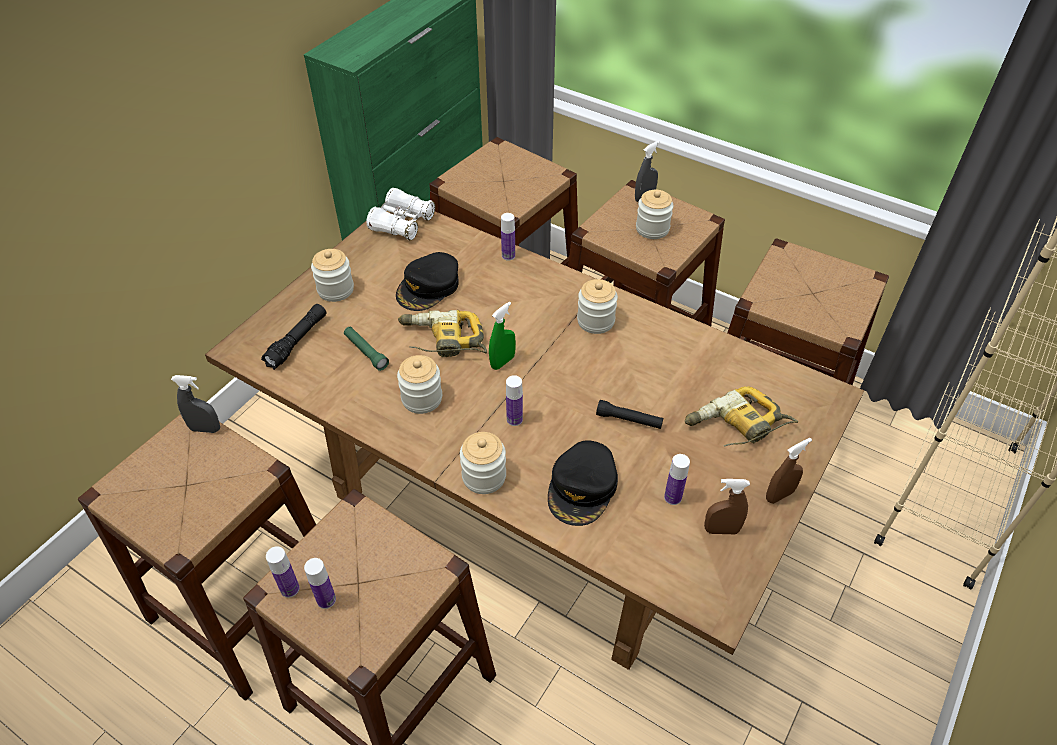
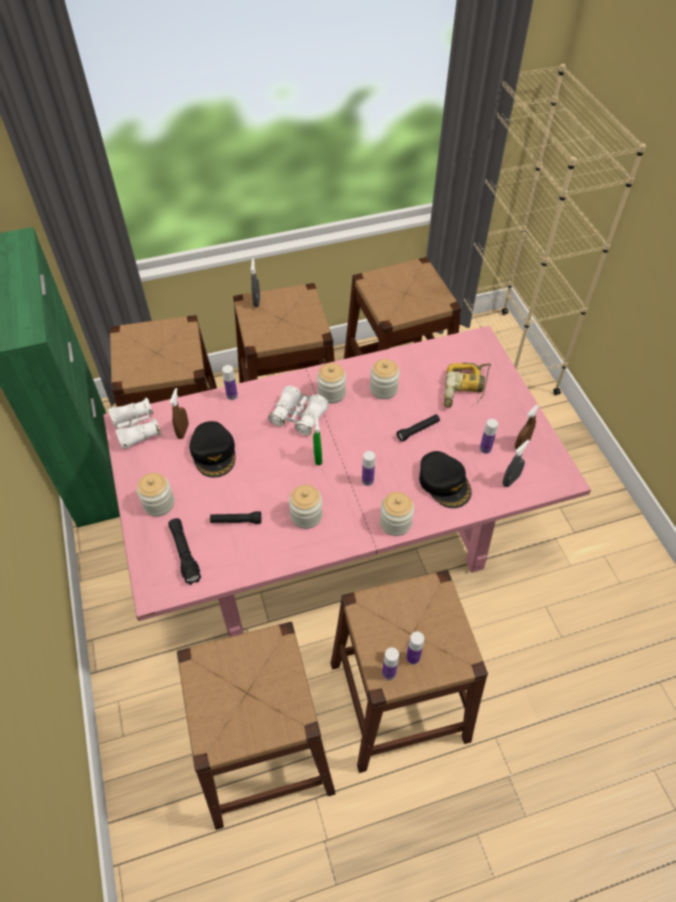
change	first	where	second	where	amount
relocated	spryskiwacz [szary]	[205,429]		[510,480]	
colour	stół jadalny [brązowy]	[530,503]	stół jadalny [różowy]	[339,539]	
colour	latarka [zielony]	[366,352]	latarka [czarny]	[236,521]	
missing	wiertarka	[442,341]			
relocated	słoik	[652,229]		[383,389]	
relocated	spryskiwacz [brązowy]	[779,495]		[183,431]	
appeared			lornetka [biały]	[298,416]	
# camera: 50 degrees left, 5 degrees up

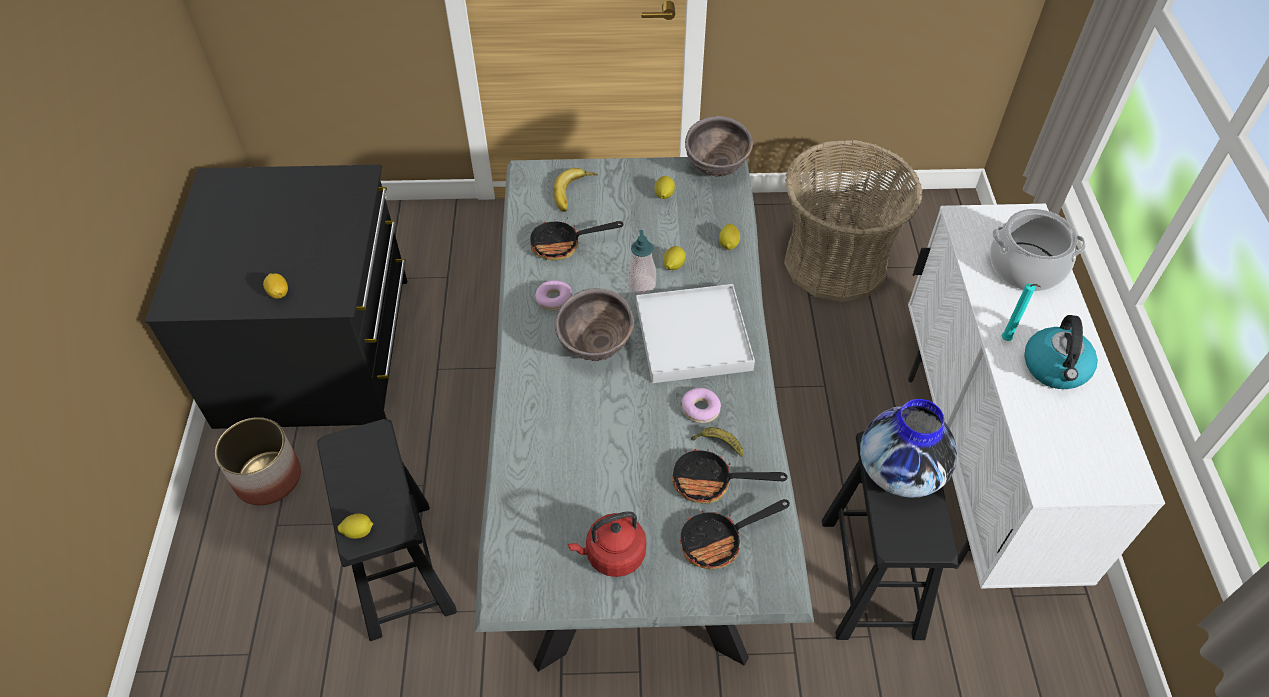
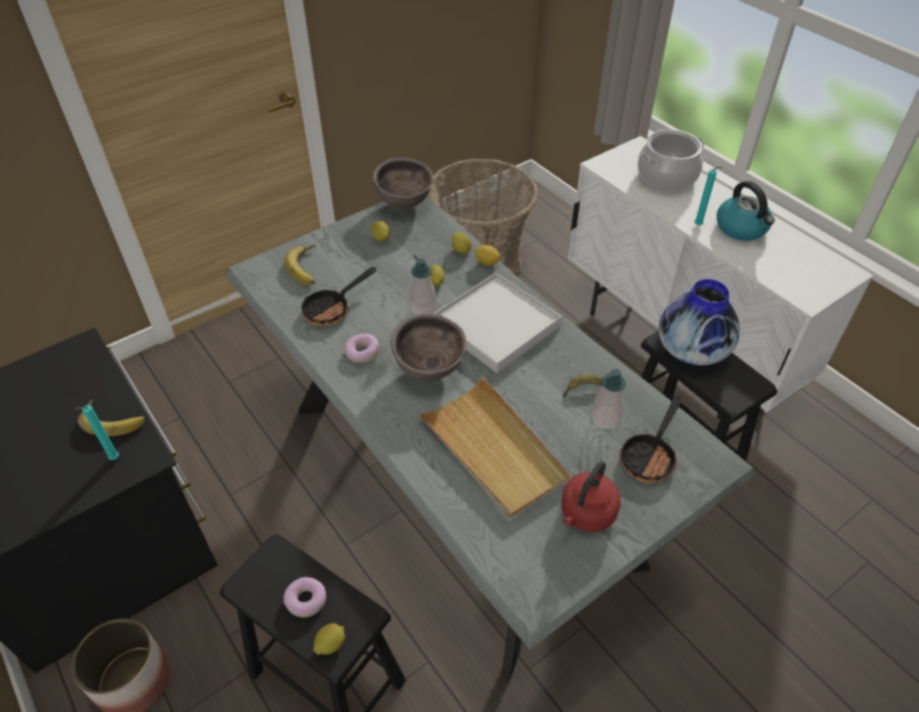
change	first	where	second	where	amount
relocated	cytryna	[278,293]		[487,262]	
exchanged	patelnia	[711,482]	dozownik mydła	[605,418]	
relocated	donut	[700,409]		[306,600]	
appeared			świeca [turkusowy]	[113,459]	
appeared			banan	[114,419]	
appeared			taca [beżowy]	[493,450]	
# camera: 35 degrees left, 5 degrees down

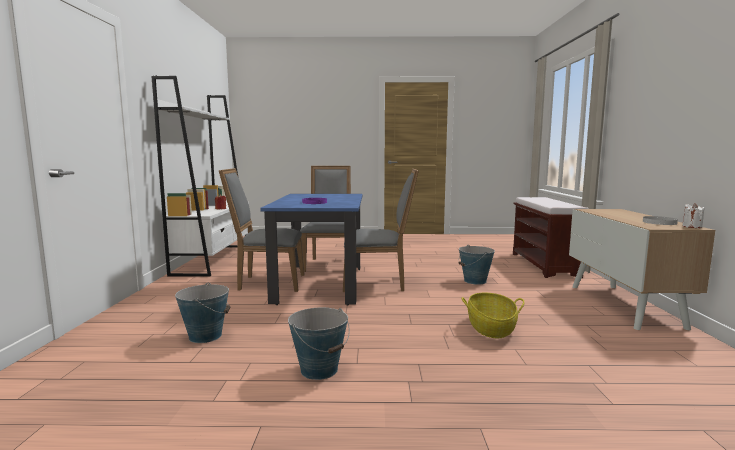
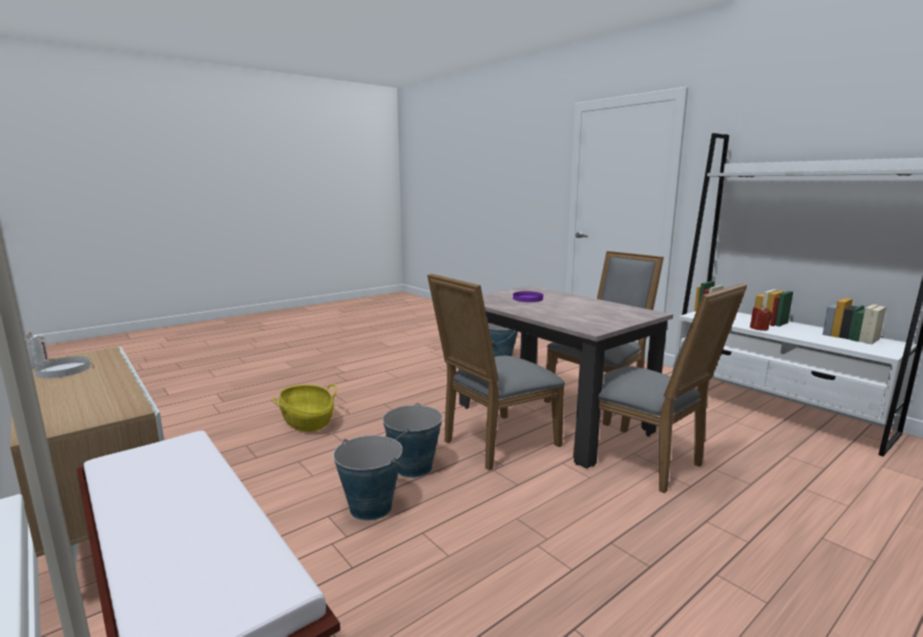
change	first	where	second	where	amount
colour	stół jadalny [niebieski]	[320,284]	stół jadalny [beżowy]	[551,418]	
relocated	wiadro	[319,370]		[413,467]	
# camera: 140 degrees right, 5 degrees up

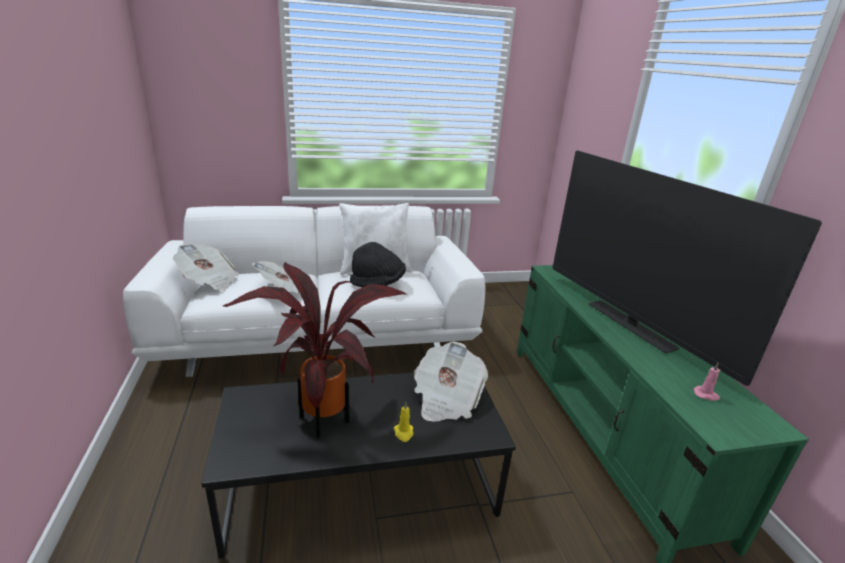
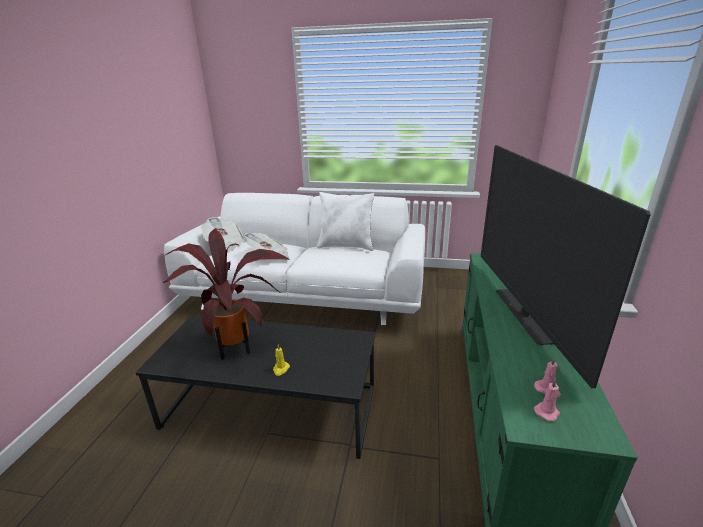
change	first	where	second	where	amount
missing	kapelusz [czarny]	[378,283]			
missing	gazeta	[446,398]			
appeared			świeca [różowy]	[547,411]	
# camera: 25 degrees right, 0 degrees up

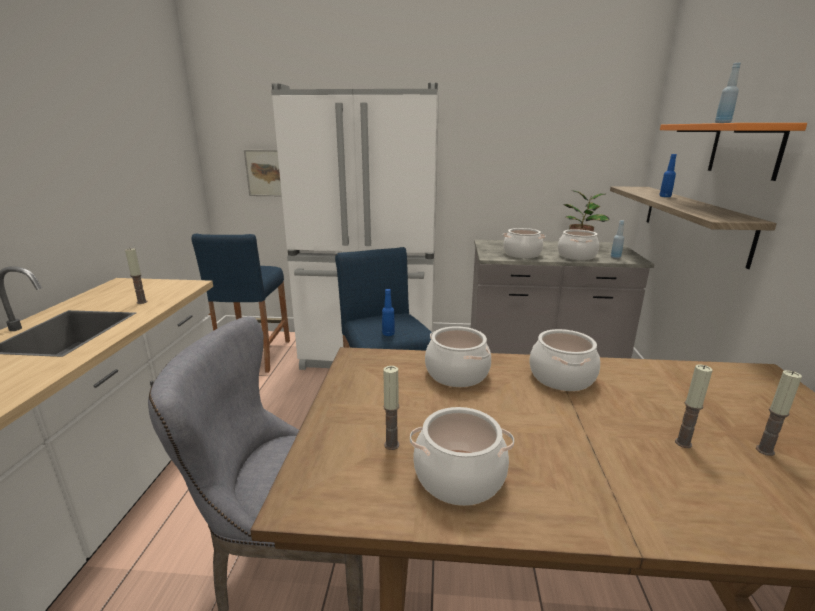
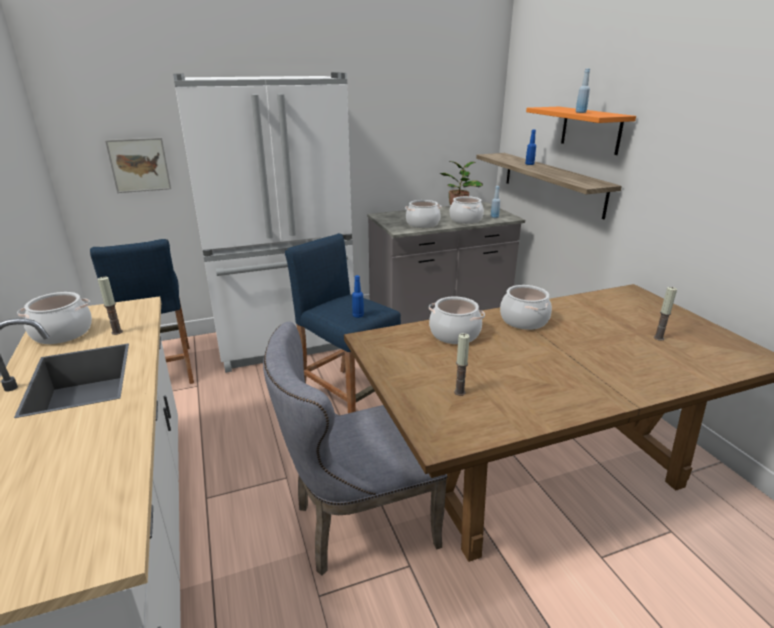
change	first	where	second	where	amount
relocated	garnek	[459,477]		[62,333]	
missing	świeca	[683,443]			
# camera: 25 degrees left, 5 degrees up

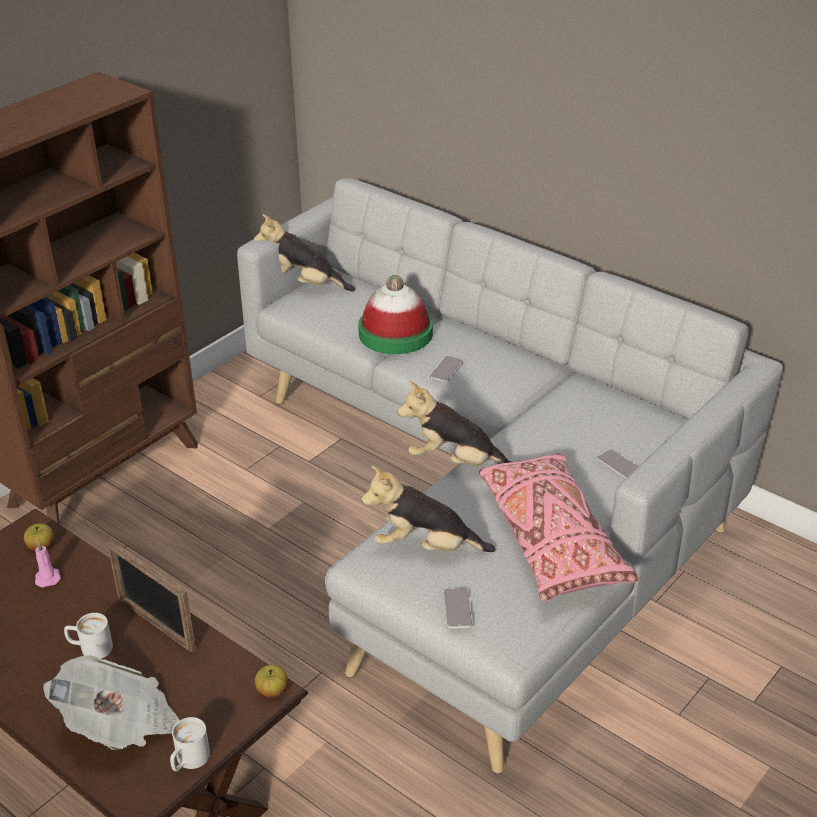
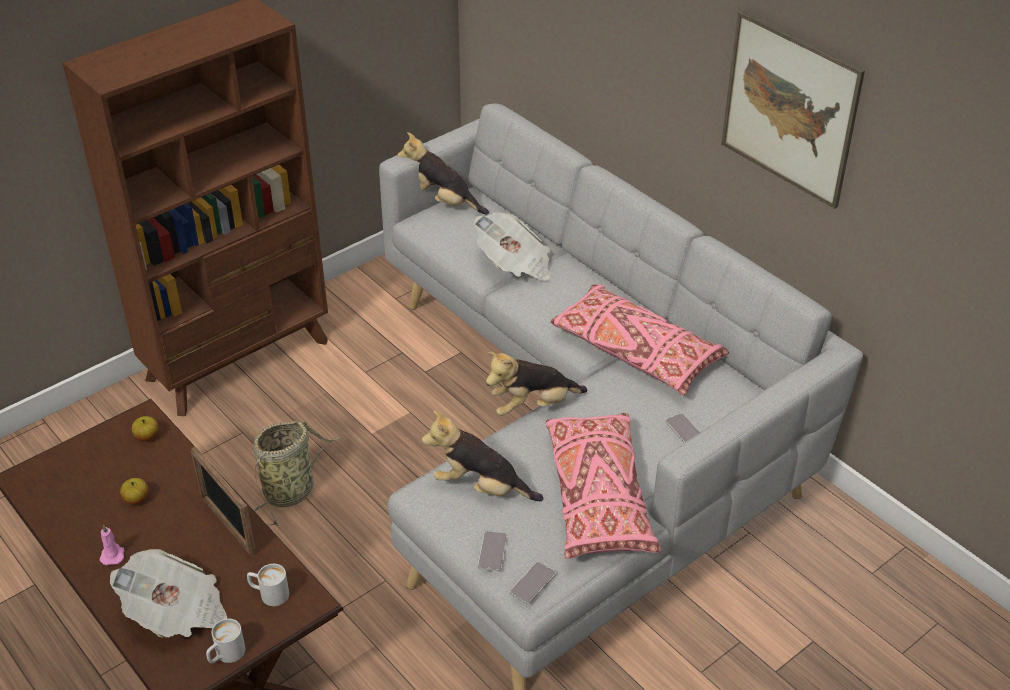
change	first	where	second	where	amount
relocated	świeca [różowy]	[47,577]		[113,555]	
relocated	kubek [biały]	[90,648]		[269,594]	
relocated	jabłko	[272,691]		[136,499]	
exchanged	kapelusz	[395,333]	gazeta	[514,264]	
spun	pluszak	[455,462]		[532,406]	45 degrees counterclockwise
relocated	telefon	[446,370]		[533,583]	
appeared			koszyk	[292,490]	
appeared			poduszka [różowy]	[636,352]	
appeared			obraz	[789,109]	
# camera: 10 degrees right, 5 degrees up

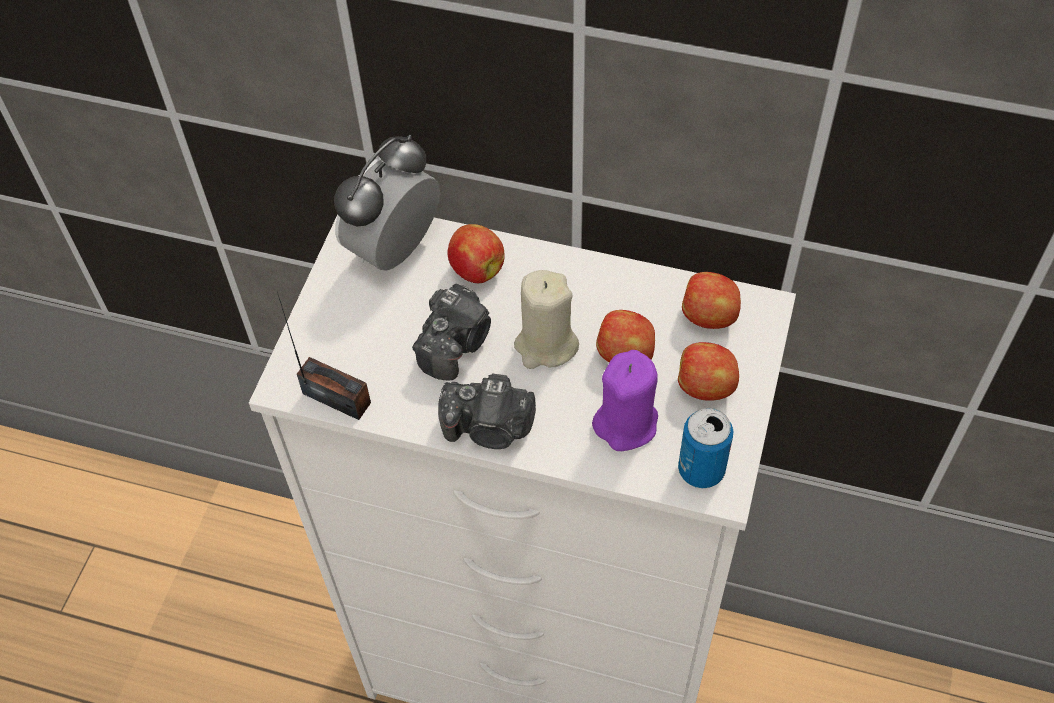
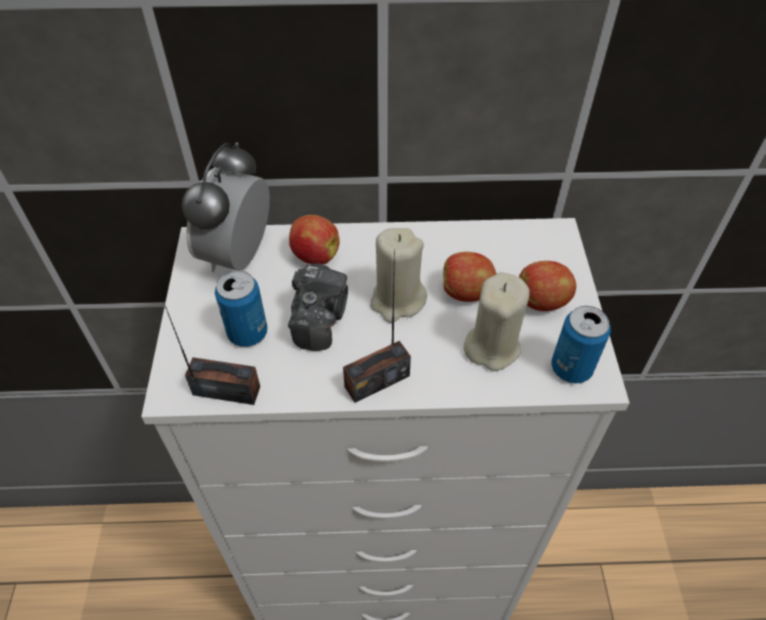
change	first	where	second	where	amount
exchanged	aparat fotograficzny	[489,428]	radio	[376,381]	
colour	świeca [fioletowy]	[626,423]	świeca [beżowy]	[492,346]	
missing	jabłko	[709,317]			
appeared			puszka	[247,333]	
# camera: 20 degrees left, 5 degrees down

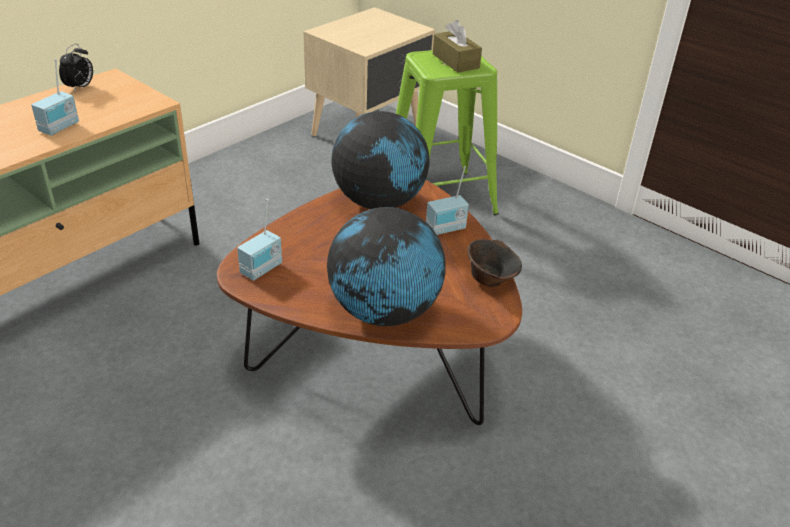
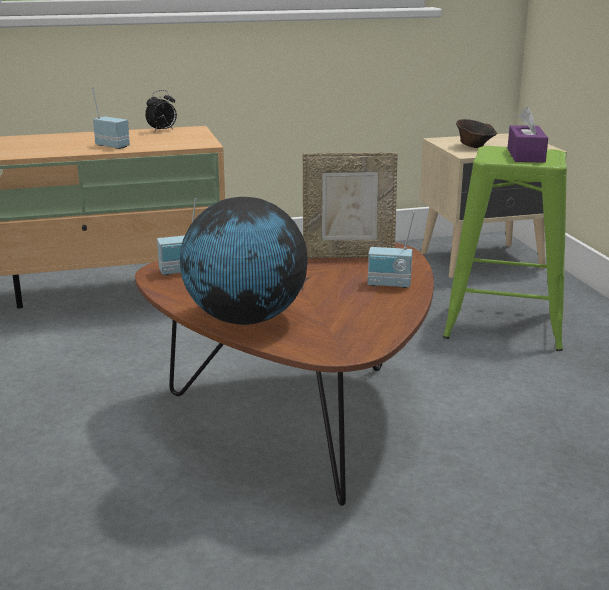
change	first	where	second	where	amount
spun	radio	[60,128]		[113,146]	120 degrees counterclockwise
exchanged	globus	[379,202]	ramka na zdjęcie	[348,255]	
colour	pudełko chusteczek [brązowy]	[455,61]	pudełko chusteczek [fioletowy]	[525,155]	
relocated	miska [brązowy]	[490,279]		[474,146]	
# camera: 35 degrees right, 15 degrees down

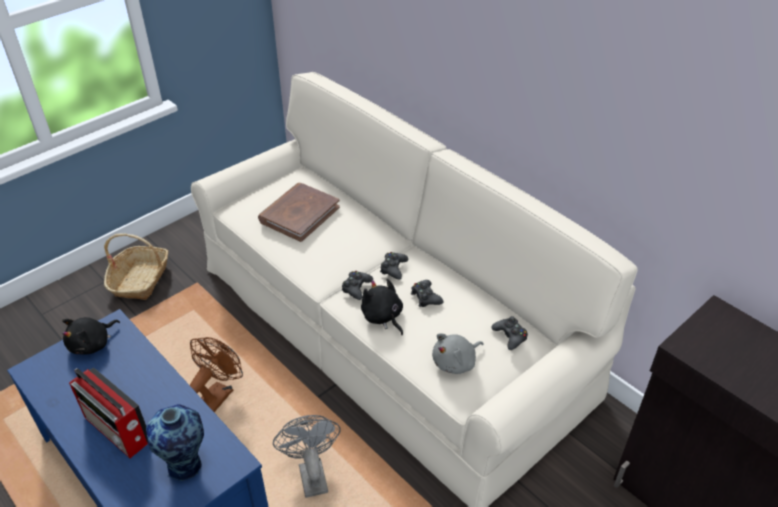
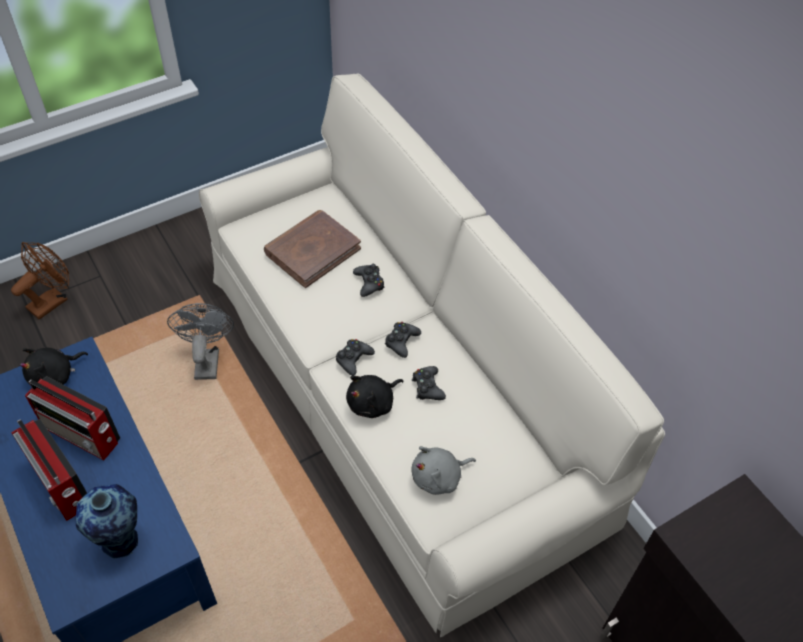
change	first	where	second	where	amount
missing	koszyk	[140,279]			
relocated	wentylator [brązowy]	[218,394]		[52,300]	
relocated	wentylator [szary]	[311,473]		[207,359]	
spun	pluszak [czarny]	[383,317]		[373,403]	105 degrees counterclockwise
relocated	pad do gier [czarny]	[510,336]		[369,283]	
appeared			radio	[83,435]	
# camera: 10 degrees right, 10 degrees up

